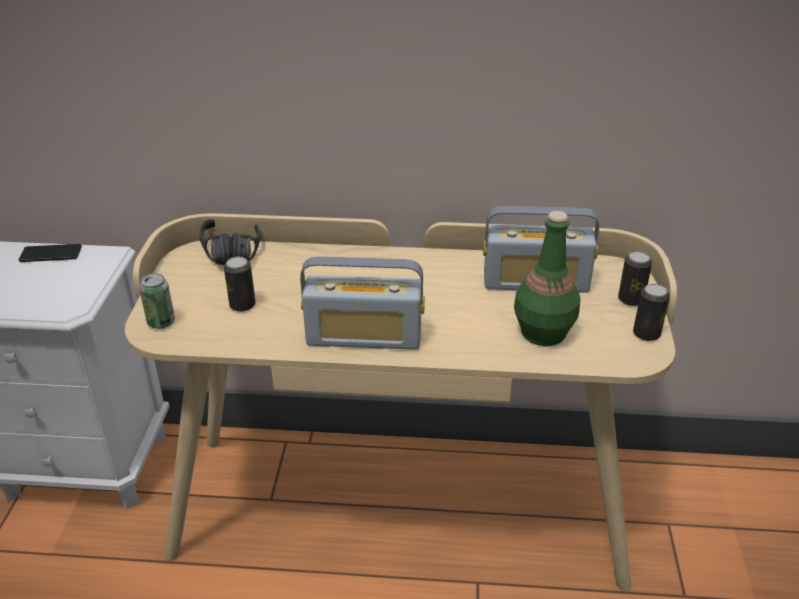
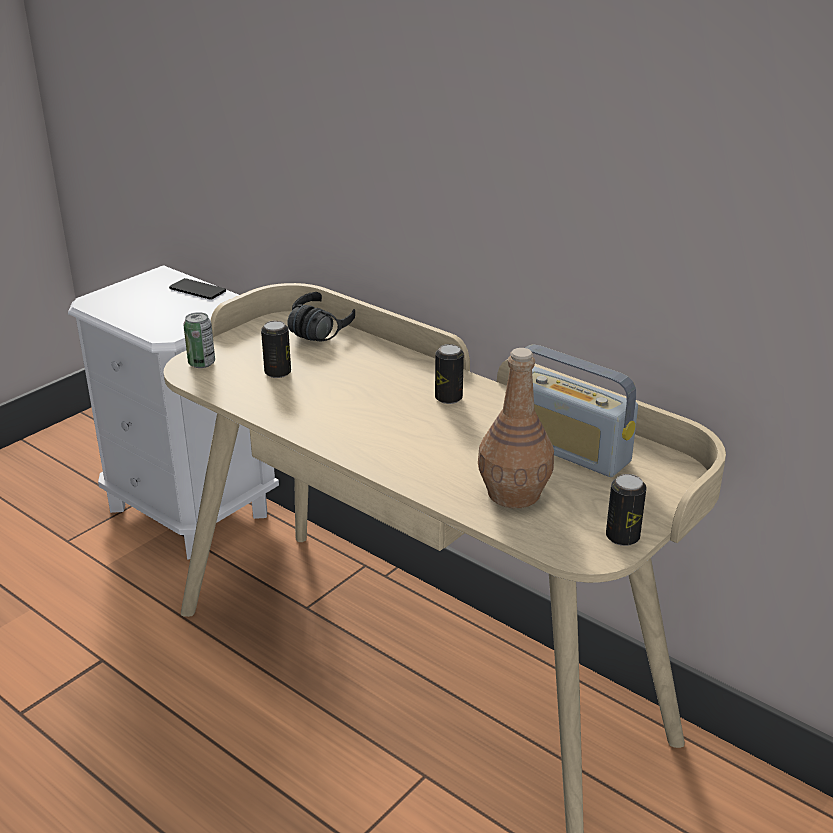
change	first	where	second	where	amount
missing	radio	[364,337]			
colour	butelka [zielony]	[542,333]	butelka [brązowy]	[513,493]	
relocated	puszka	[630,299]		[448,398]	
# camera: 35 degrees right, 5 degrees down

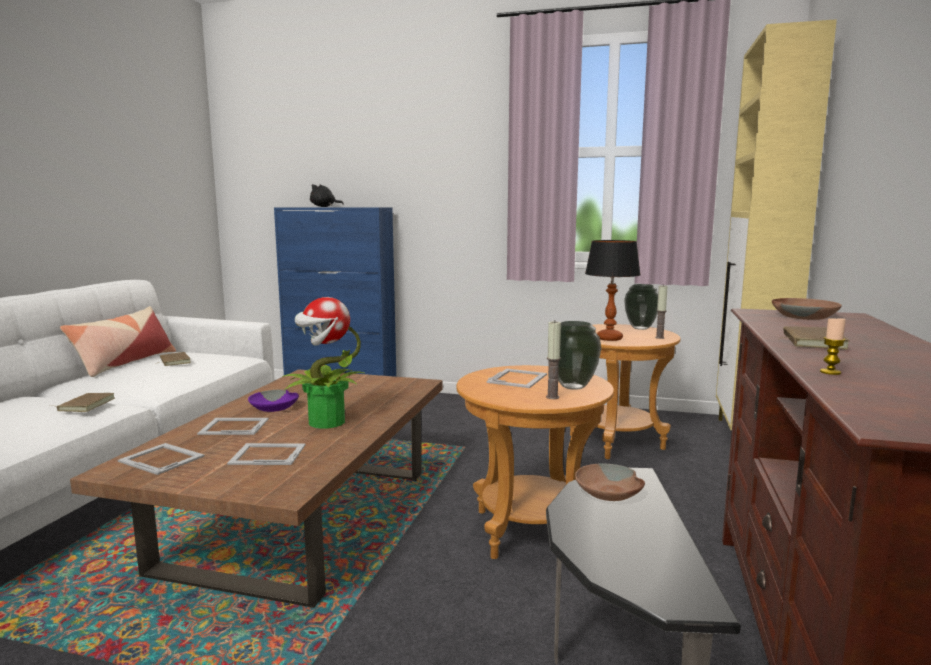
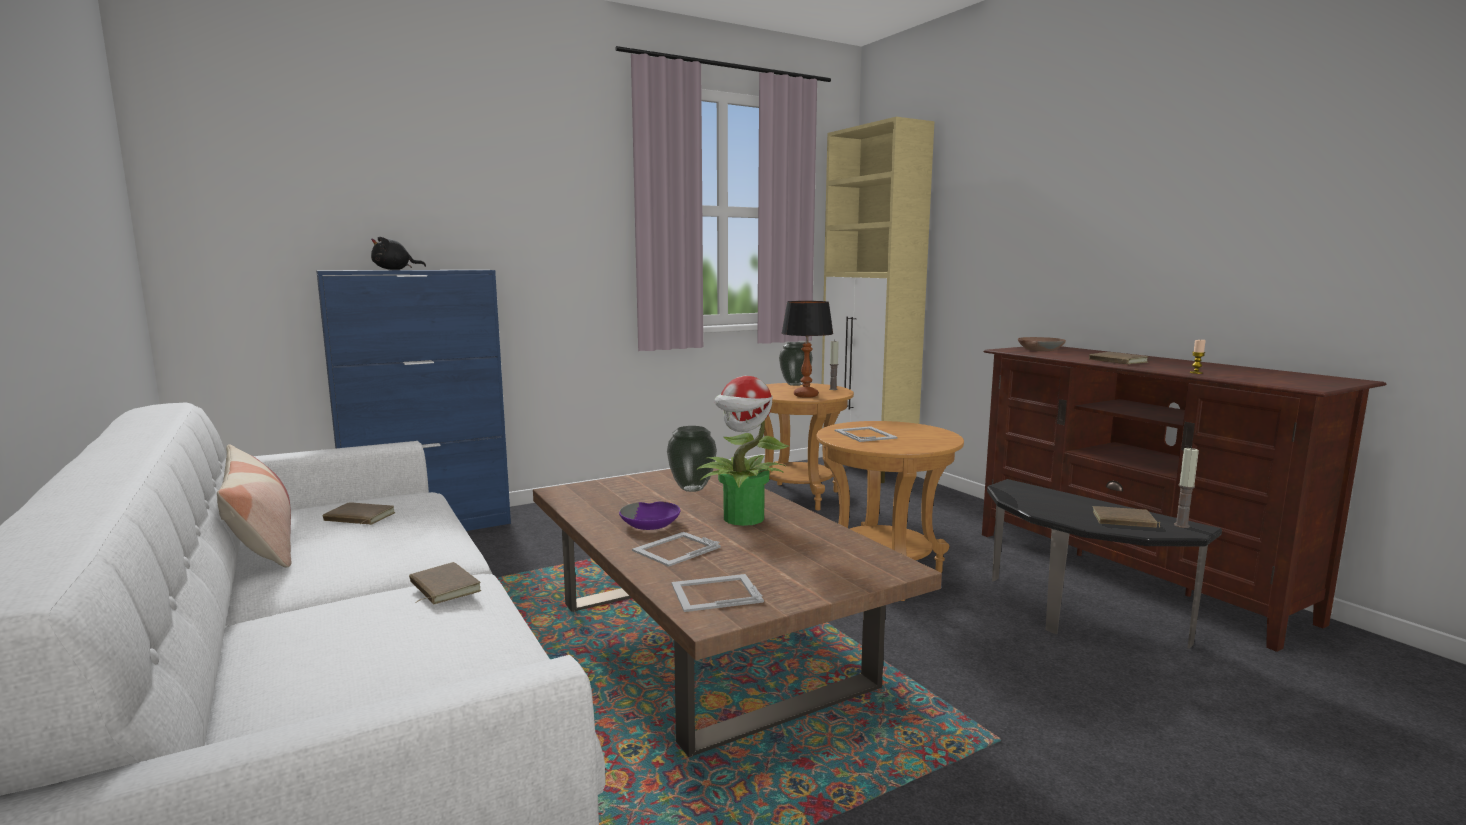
change	first	where	second	where	amount
missing	ramka na zdjęcie	[267,454]			
relocated	świeca	[552,397]		[1181,525]	
relocated	wazon	[574,386]		[692,488]	
missing	miska [brązowy]	[608,492]			
appeared			książka [brązowy]	[1123,521]	
# camera: 45 degrees left, 0 degrees up

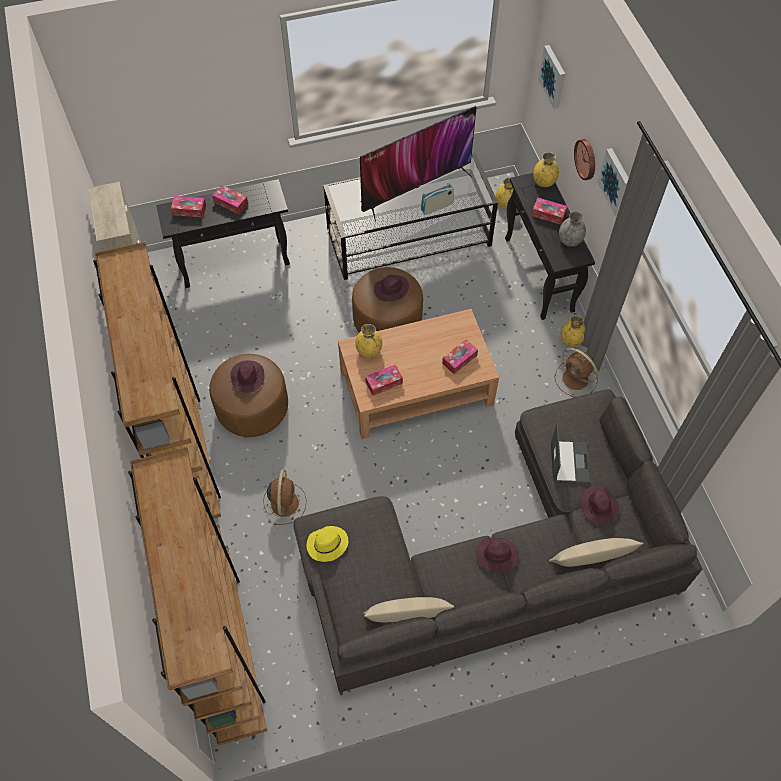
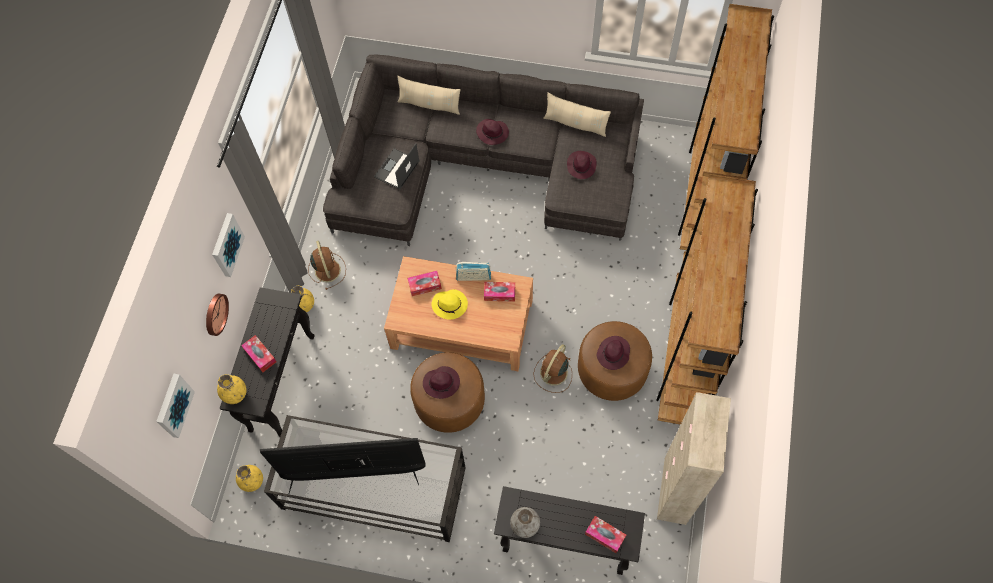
change	first	where	second	where	amount
missing	pudełko chusteczek	[231,203]			
relocated	wentylator [brązowy]	[285,502]		[553,373]	
relocated	kapelusz [żółty]	[327,545]		[450,305]	
missing	wazon [żółty]	[369,350]			
relocated	radio	[437,206]		[473,276]	
relocated	wazon [szary]	[570,241]		[525,525]	
relocated	kapelusz [fioletowy]	[599,507]		[581,165]	
# camera: 150 degrees left, 5 degrees up

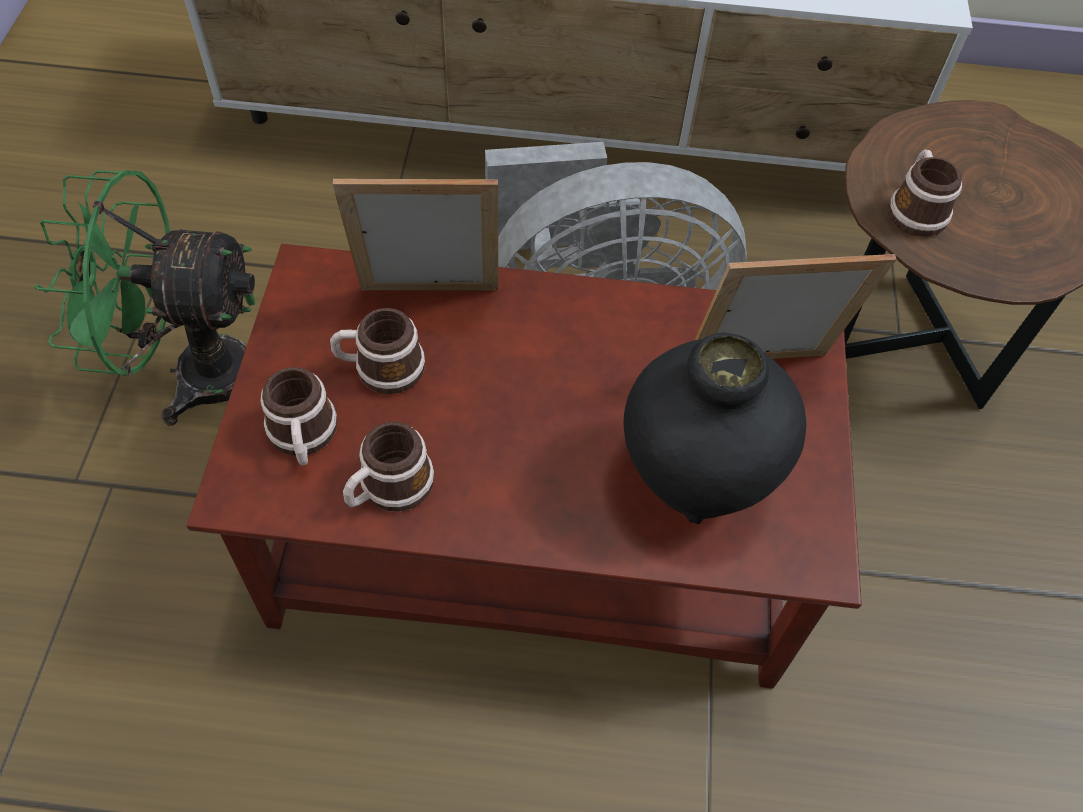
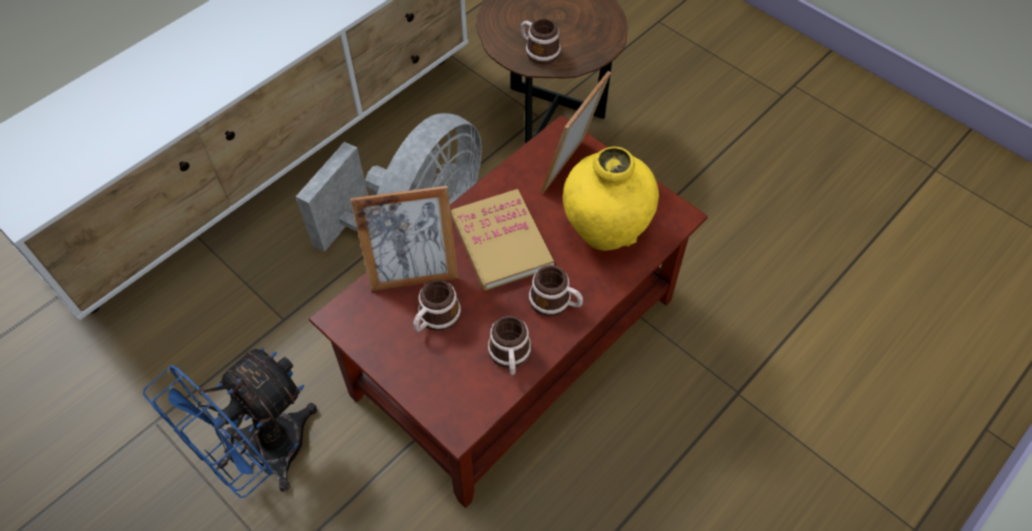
change	first	where	second	where	amount
colour	wentylator [zielony]	[195,373]	wentylator [niebieski]	[263,455]	
relocated	kubek	[303,437]		[555,302]	
spun	ramka na zdjęcie	[429,302]		[413,273]	135 degrees counterclockwise
colour	wazon [czarny]	[695,479]	wazon [żółty]	[605,231]	
appeared			książka	[501,242]	
# camera: 50 degrees left, 0 degrees up

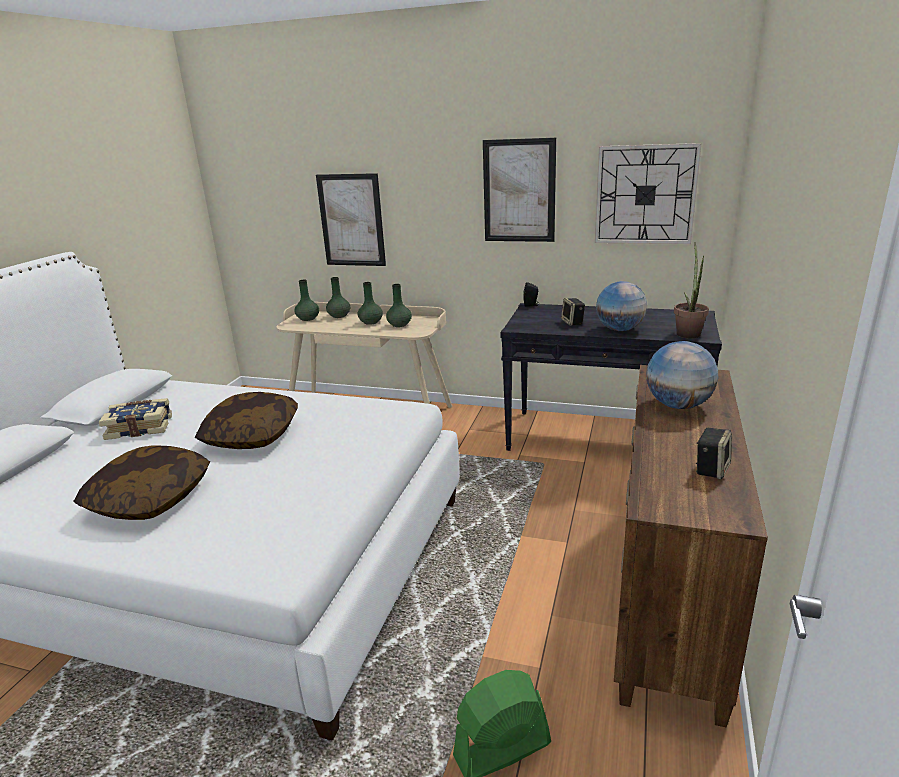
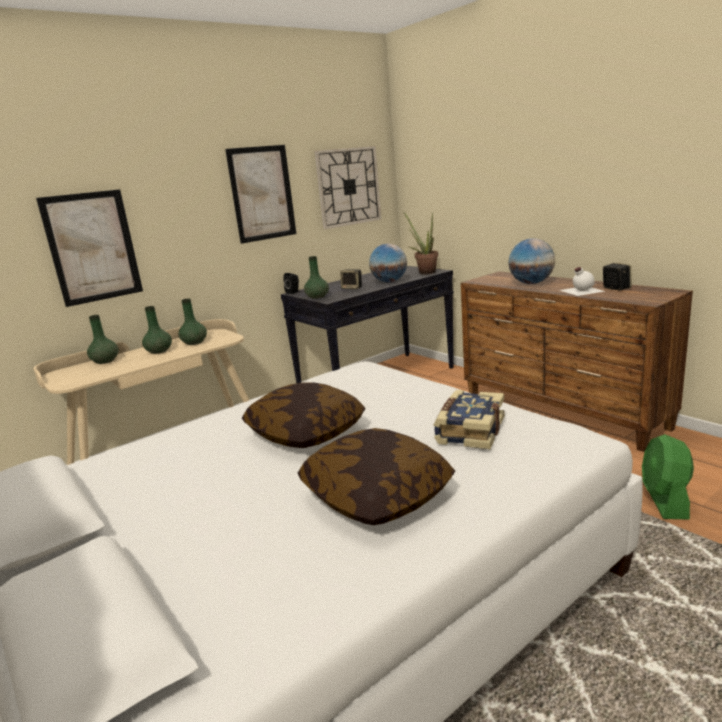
change	first	where	second	where	amount
relocated	książka	[140,427]		[469,431]	
relocated	wazon [zielony]	[308,318]		[317,297]	
appeared			butelka [biały]	[581,290]	
# camera: 55 degrees left, 5 degrees down

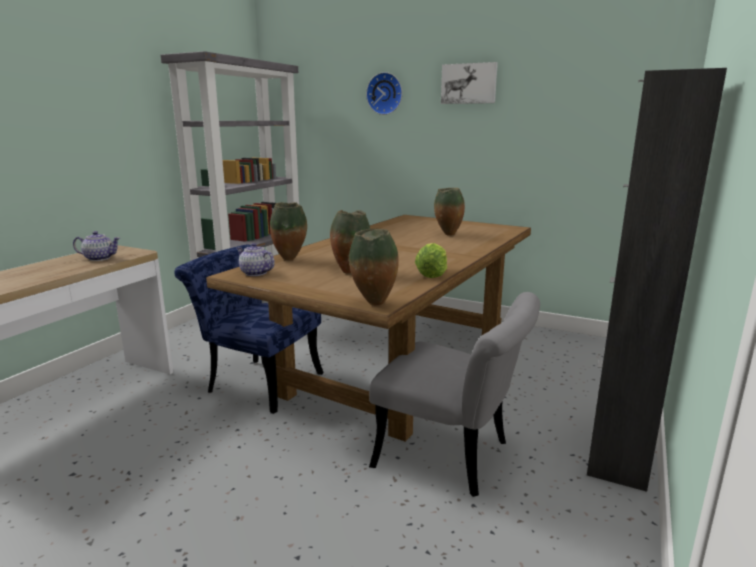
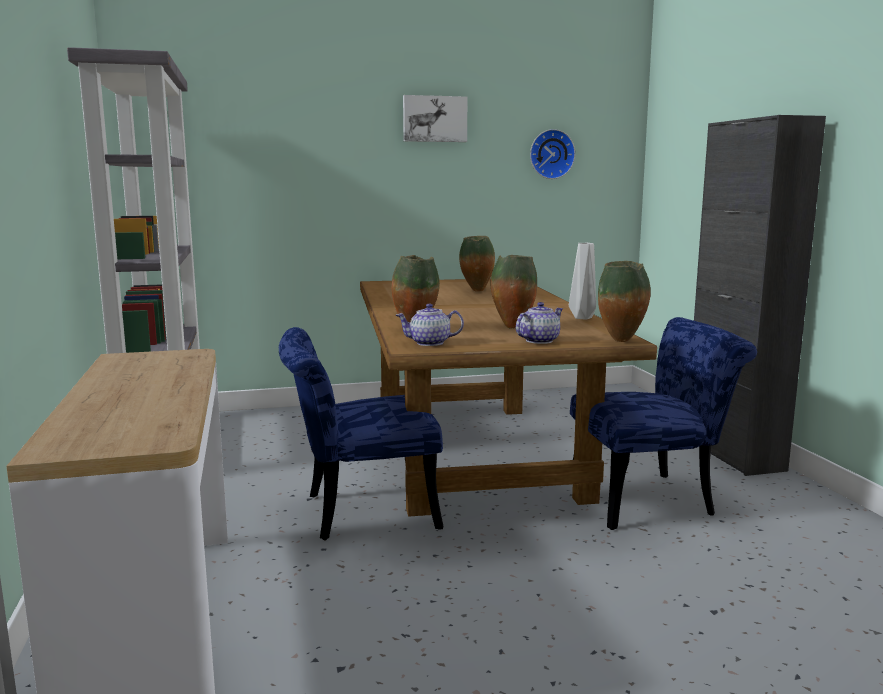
change	first	where	second	where	amount
relocated	imbryk	[99,258]		[538,341]	
relocated	zegar ścienny	[385,93]		[551,154]	
colour	krzesło [szary]	[453,457]	krzesło [niebieski]	[651,499]	
exchanged	sałata	[432,274]	wazon [szary]	[582,317]	
# camera: 40 degrees left, 5 degrees down

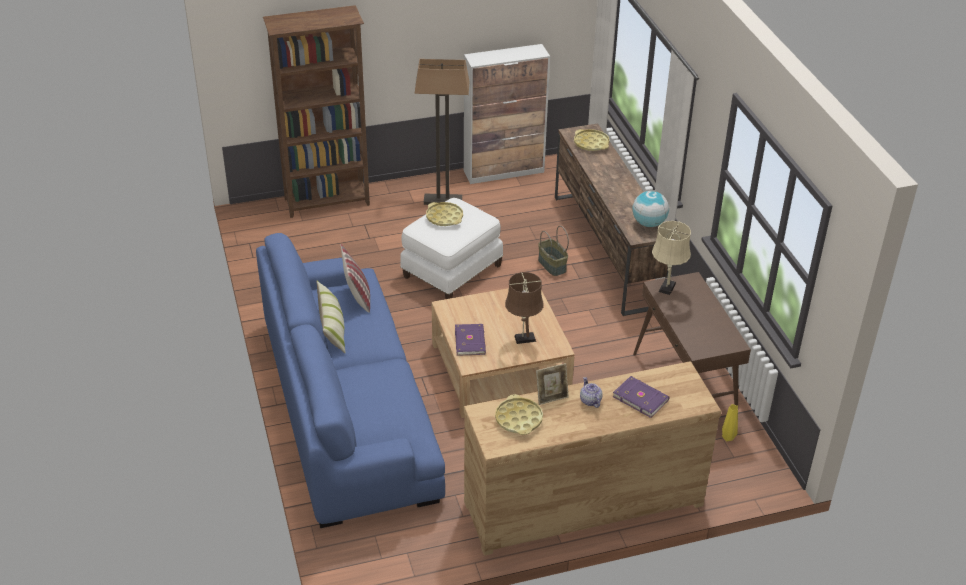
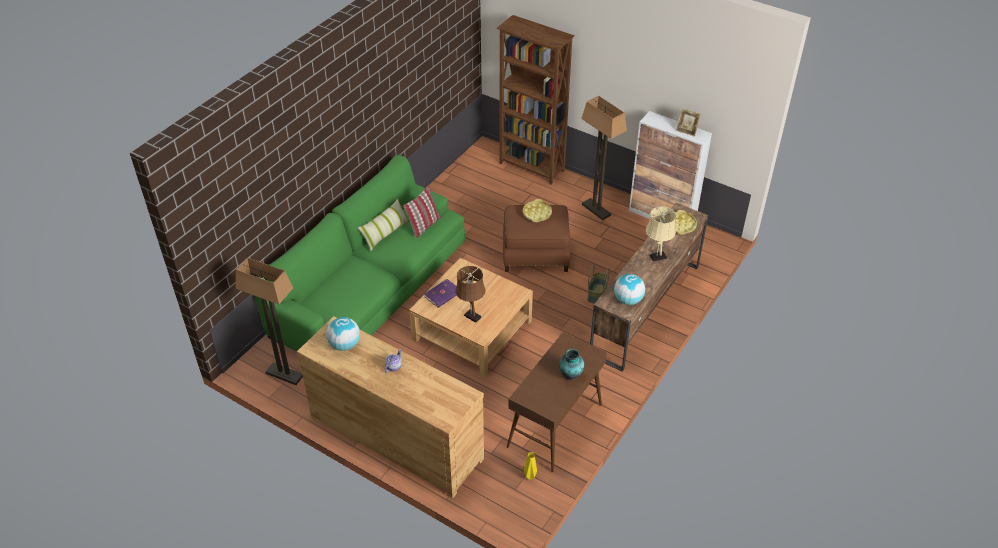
change	first	where	second	where	amount
colour	kanapa [niebieski]	[348,407]	kanapa [zielony]	[370,288]	
colour	pufa [biały]	[451,270]	pufa [brązowy]	[535,254]	
exchanged	taca [żółty]	[518,419]	globus	[344,345]	
relocated	ramka na zdjęcie	[551,397]		[686,131]	
missing	książka [fioletowy]	[640,398]			
relocated	lampa stołowa [beżowy]	[666,289]		[656,257]	
appeared			lampa stojąca	[285,374]	
appeared			wazon	[570,375]	
# camera: 50 degrees right, 5 degrees up

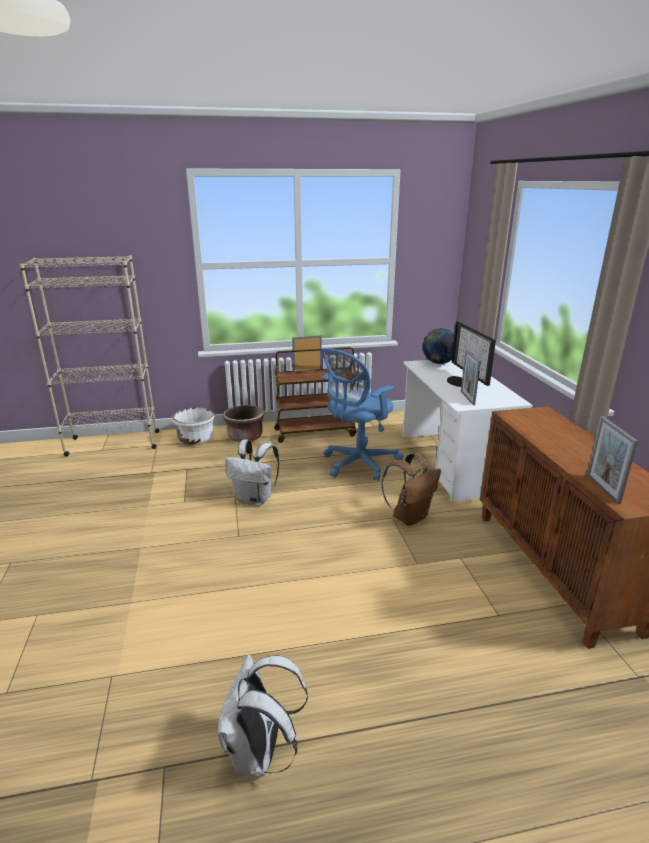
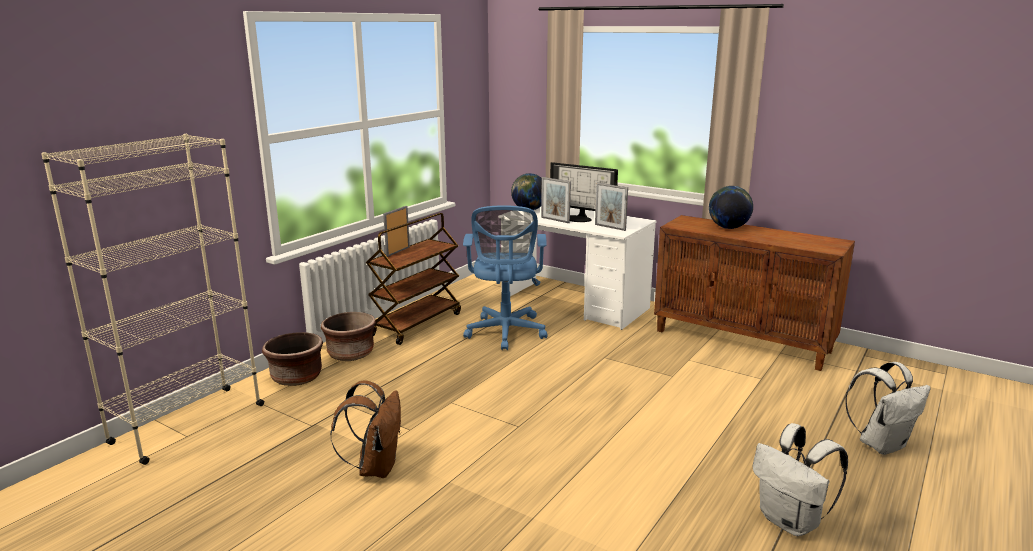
change	first	where	second	where	amount
colour	donica [biały]	[195,439]	donica [brązowy]	[296,377]	
relocated	plecak [biały]	[255,499]		[881,444]	
relocated	plecak [brązowy]	[410,516]		[376,467]	
relocated	ramka na zdjęcie	[602,488]		[555,220]	
appeared			globus	[728,228]	
# camera: 45 degrees left, 5 degrees down

